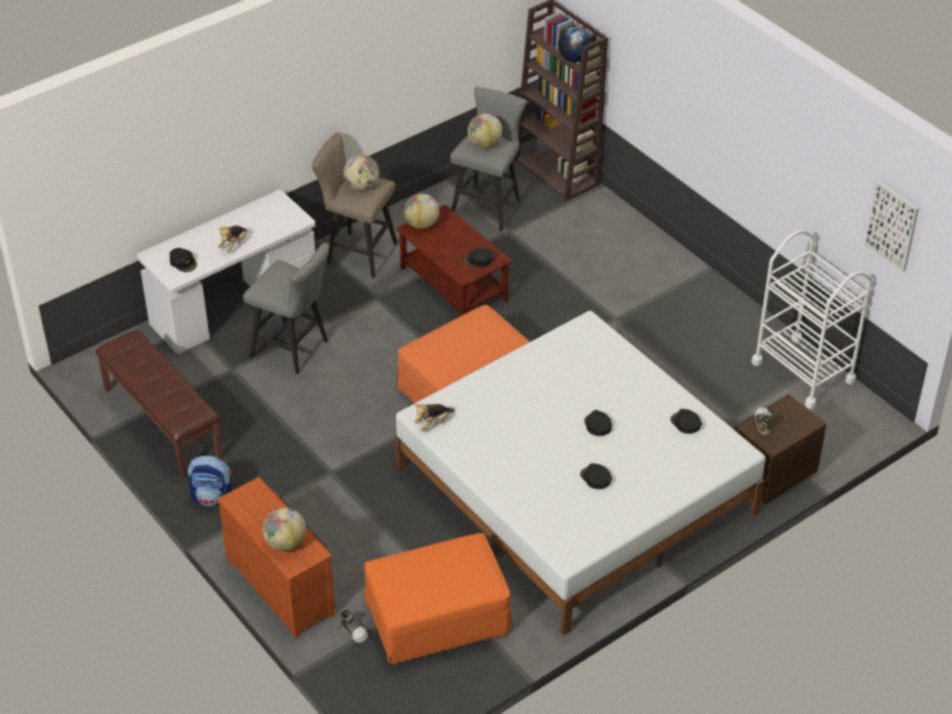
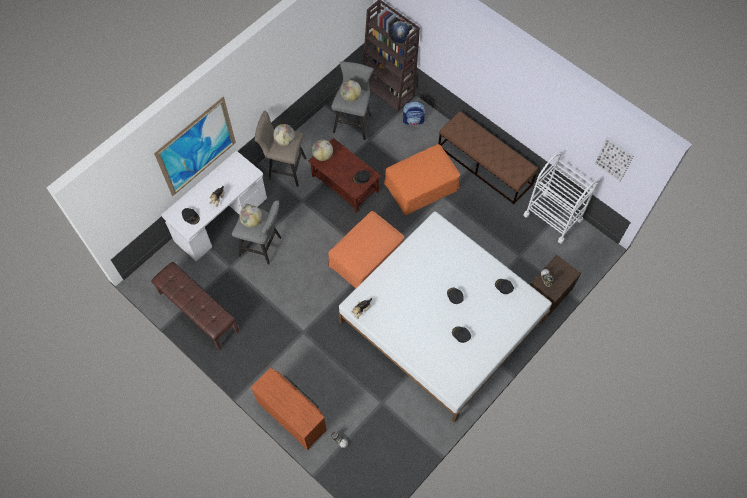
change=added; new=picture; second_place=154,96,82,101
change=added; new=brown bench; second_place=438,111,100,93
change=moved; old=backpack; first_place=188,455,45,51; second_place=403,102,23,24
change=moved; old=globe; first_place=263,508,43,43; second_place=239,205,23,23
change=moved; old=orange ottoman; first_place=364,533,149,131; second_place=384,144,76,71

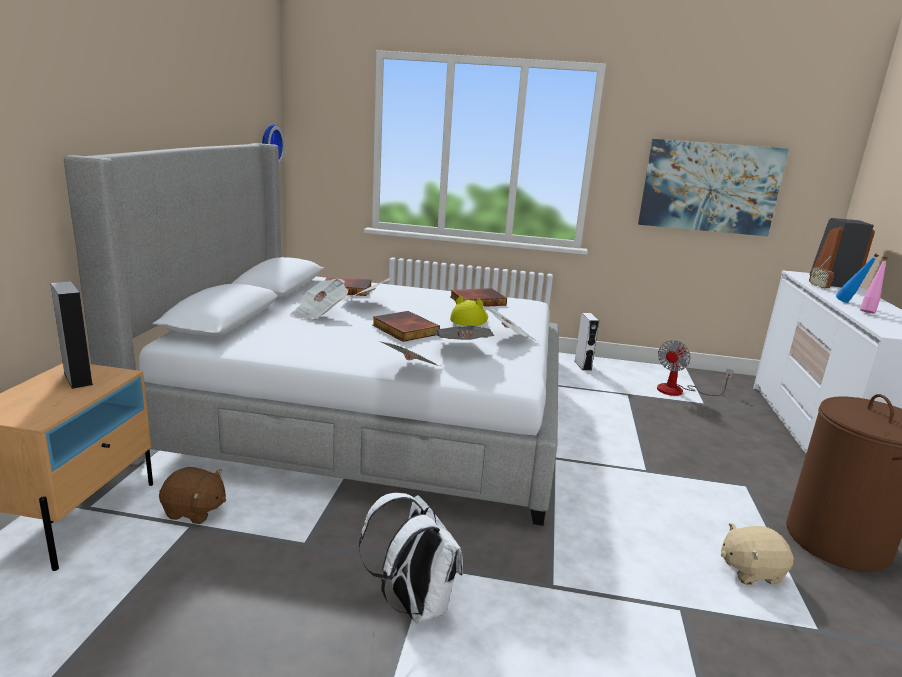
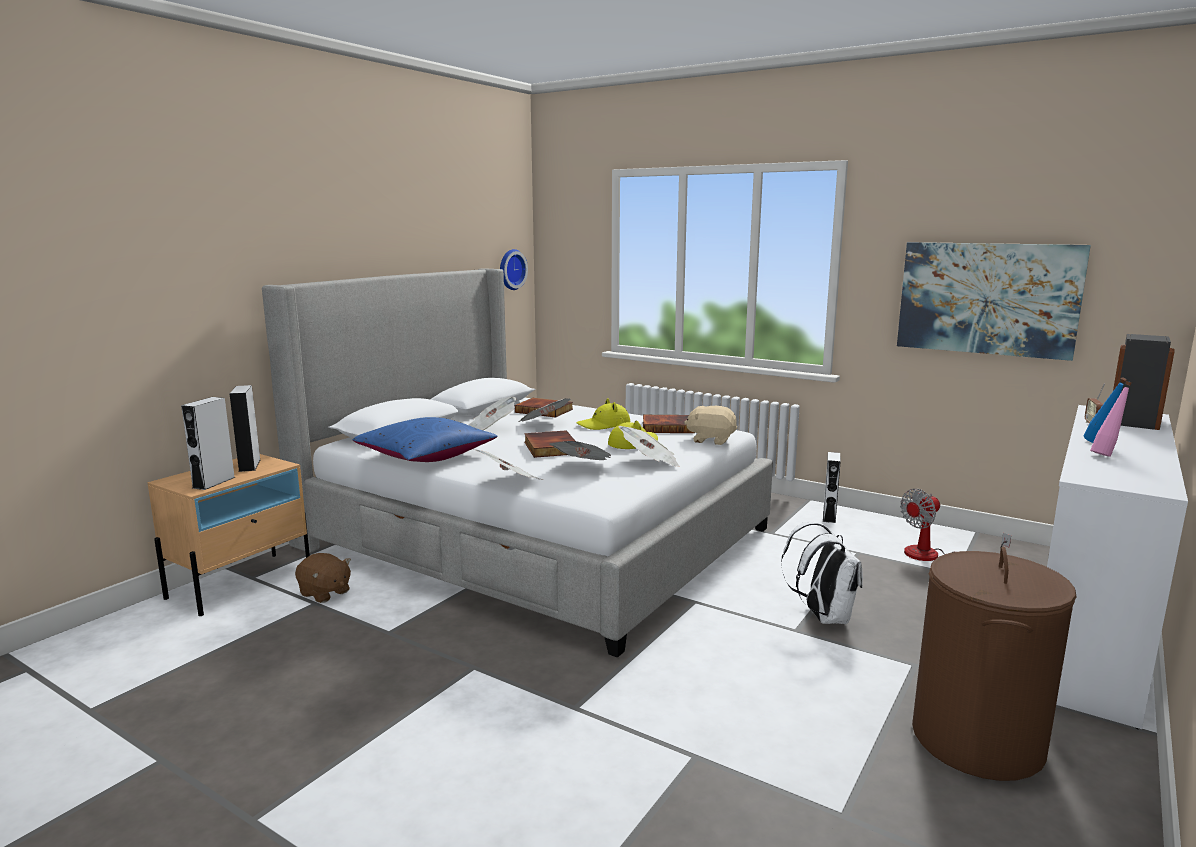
change=added; new=grey speaker; second_place=181,397,54,93
change=added; new=blue pillow; second_place=352,417,146,45
change=added; new=yellow hat; second_place=576,398,54,32
change=moved; old=white backpack; first_place=359,493,104,130; second_place=781,522,82,102
change=moved; old=beige plush toy; first_place=721,523,73,62; second_place=684,406,53,39

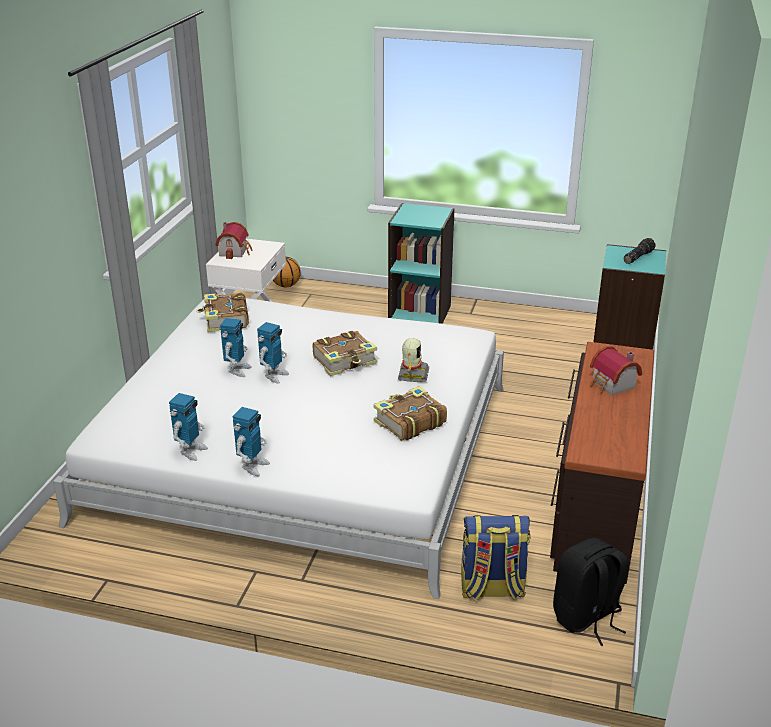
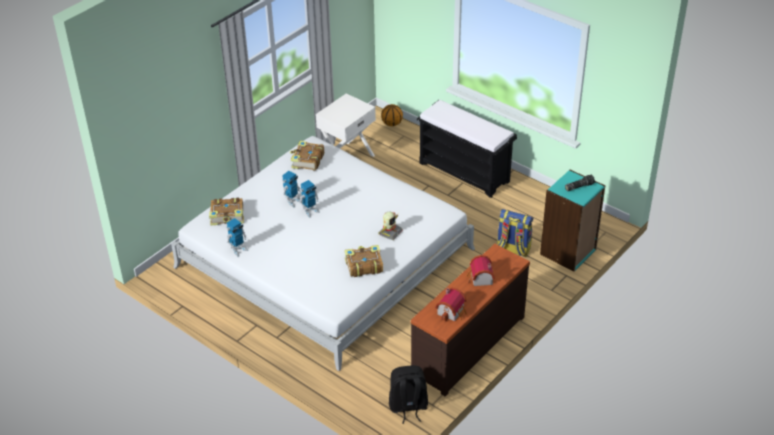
change=removed; old=toy robot; first_place=233,407,37,69
change=moved; old=toy house; first_place=215,222,38,37; second_place=435,288,32,34
change=moved; old=book; first_place=313,331,64,45; second_place=209,198,35,27
change=moved; old=backpack; first_place=461,515,69,85; second_place=497,209,36,48
change=replaced; old=turquoise bookcase; new=black bench; first_place=388,203,66,121; second_place=417,100,100,98

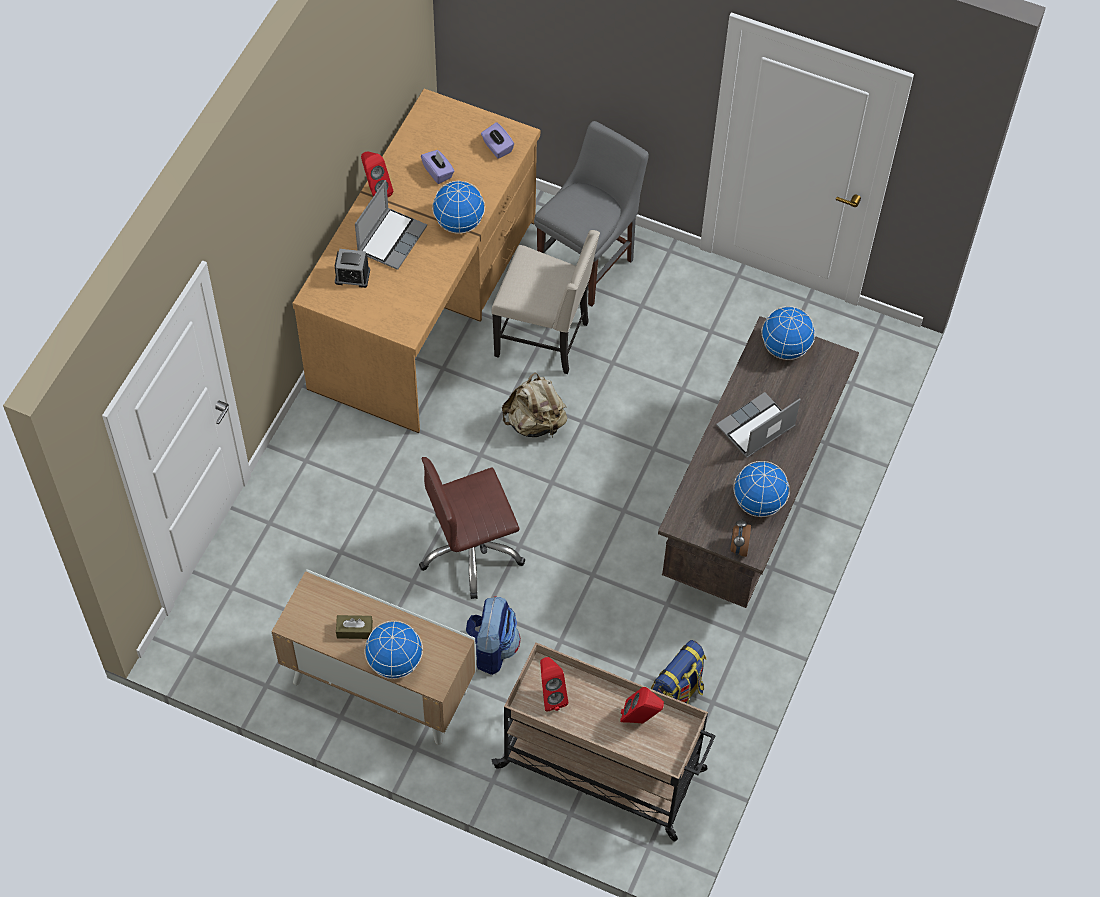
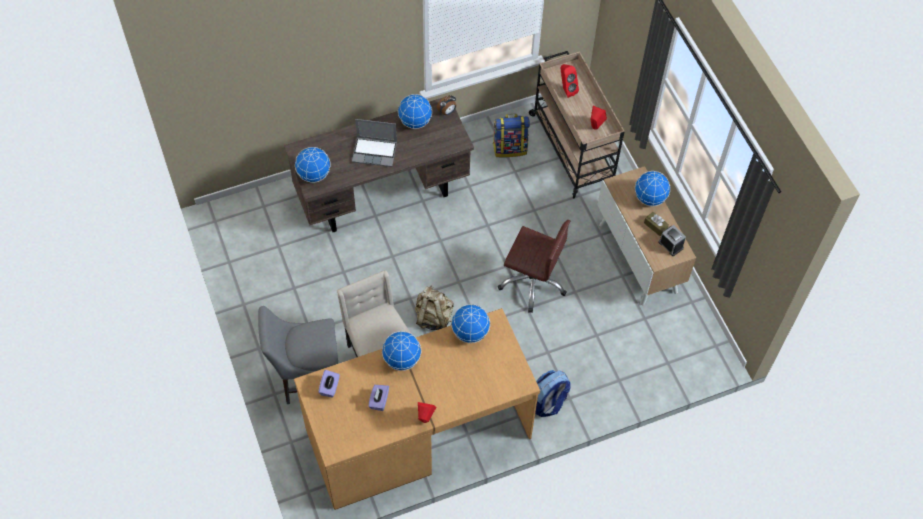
change=removed; old=laptop; first_place=355,180,72,90
change=added; new=globe; second_place=451,304,39,39
change=moved; old=alarm clock; first_place=335,249,35,39; second_place=658,225,28,31
change=moved; old=backpack; first_place=466,596,55,79; second_place=535,370,36,47

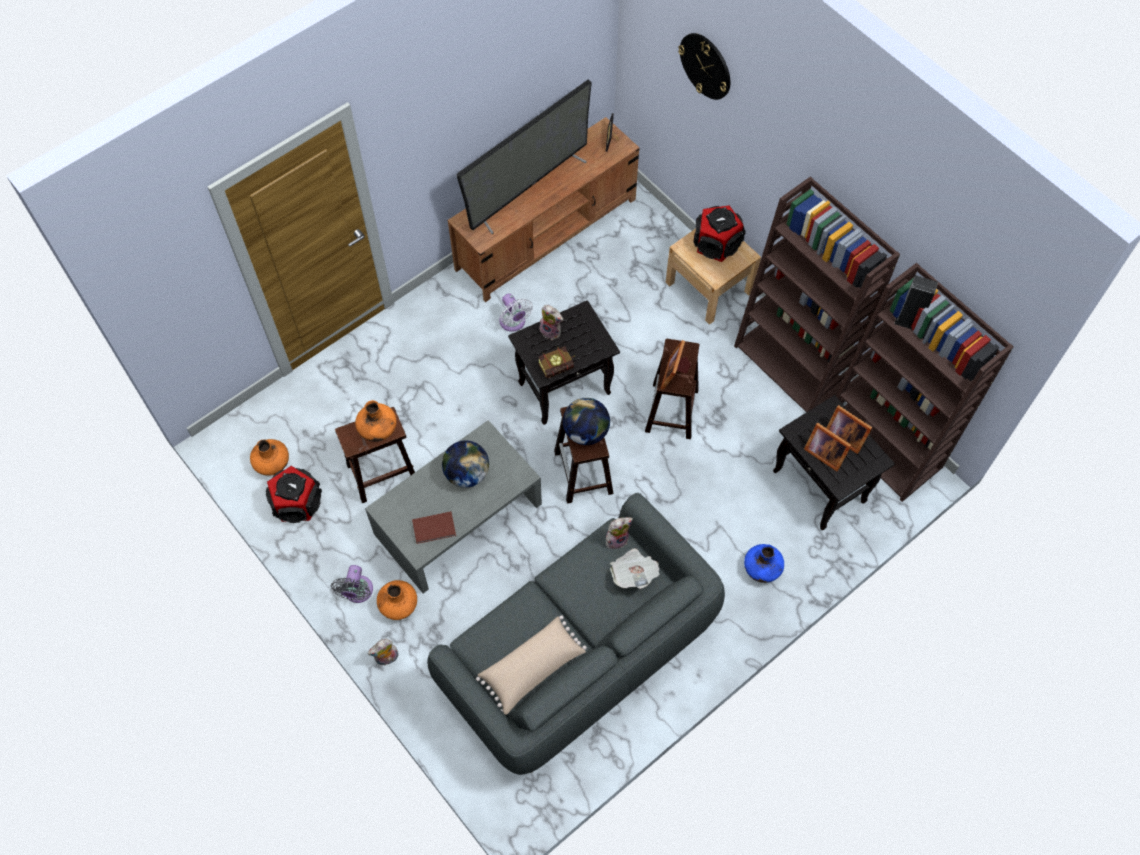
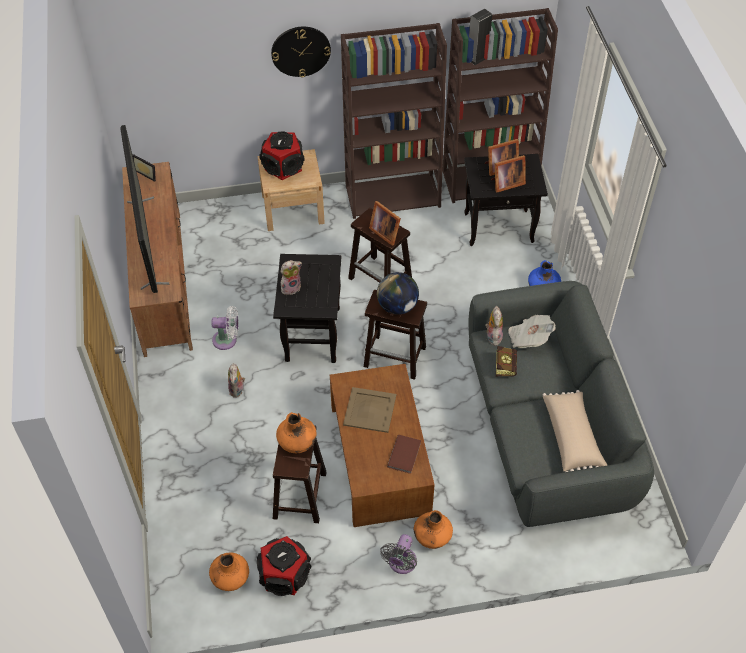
change=moved; old=plush toy; first_place=368,639,30,27; second_place=228,363,17,35
change=moved; old=book; first_place=538,346,37,32; second_place=496,346,21,31
change=moved; old=wall clock; first_place=678,33,52,67; second_place=271,27,60,51
change=replaced; old=globe; new=beige tray; first_place=442,440,47,48; second_place=343,387,53,46
change=recoloured; old=grey coffee table; new=brown coffee table; first_place=365,420,177,173; second_place=330,364,105,163
change=turned; old=grey fan; first_place=331,565,42,38; second_place=380,534,37,40; degrees=75

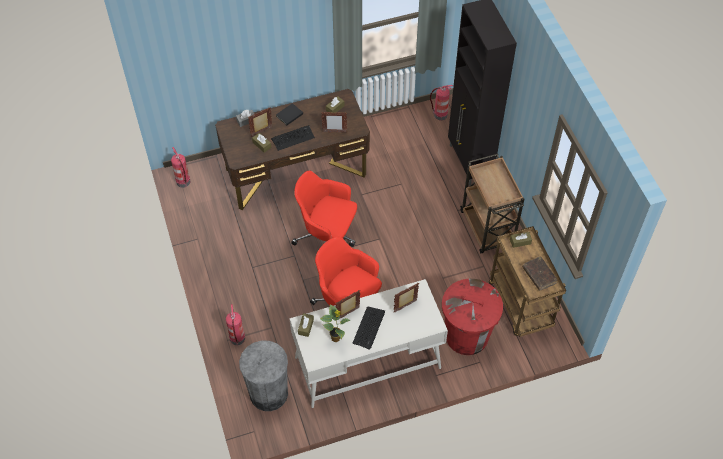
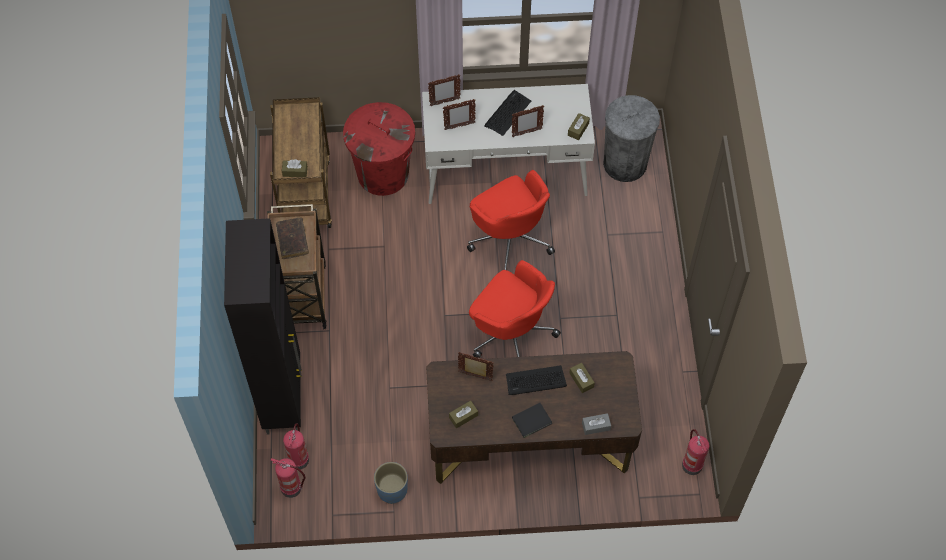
change=removed; old=potted plant; first_place=320,304,31,38
change=added; new=blue planter; second_place=374,462,34,42
change=moved; old=fire extinguisher; first_place=226,304,19,41; second_place=283,424,26,45
change=moved; old=picture frame; first_place=248,107,24,30; second_place=428,74,33,32
change=moved; old=brown book; first_place=522,256,35,35; second_place=276,218,33,41

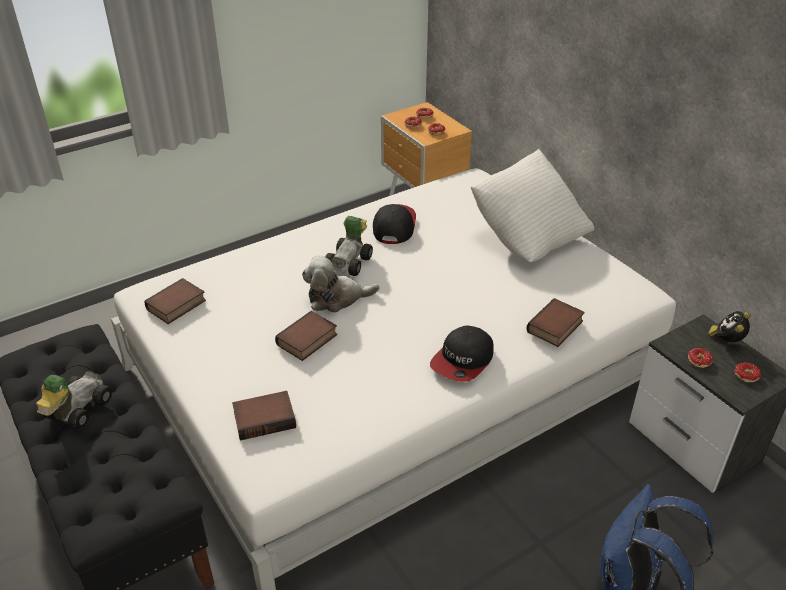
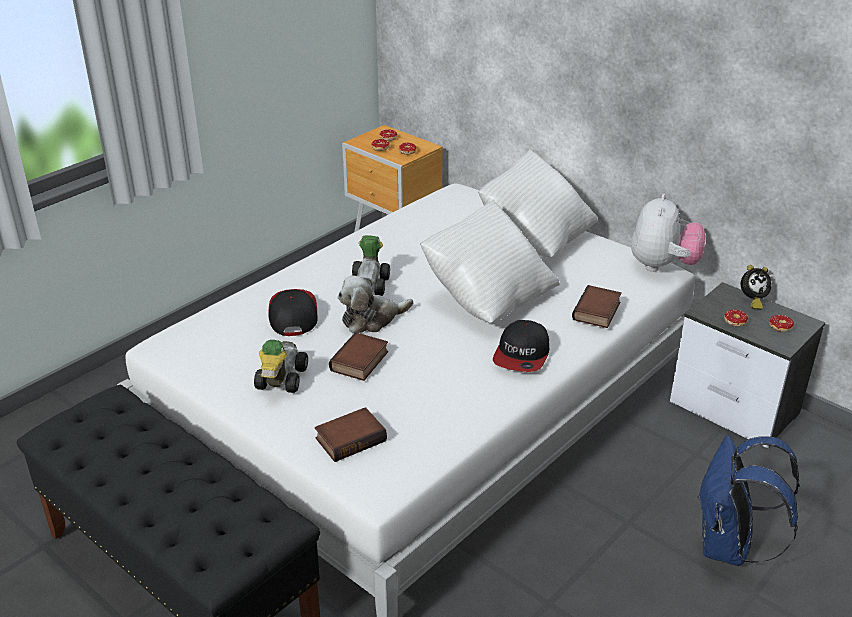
change=removed; old=book; first_place=145,278,61,46
change=added; new=white pillow; second_place=420,200,140,123
change=added; new=plush toy; second_place=631,193,75,79
change=moved; old=toy car; first_place=36,371,76,59; second_place=254,340,54,53
change=moved; old=cap; first_place=373,204,43,40; second_place=268,289,50,47
change=turned; old=alarm clock; first_place=708,311,42,31; second_place=741,265,31,45; degrees=-120

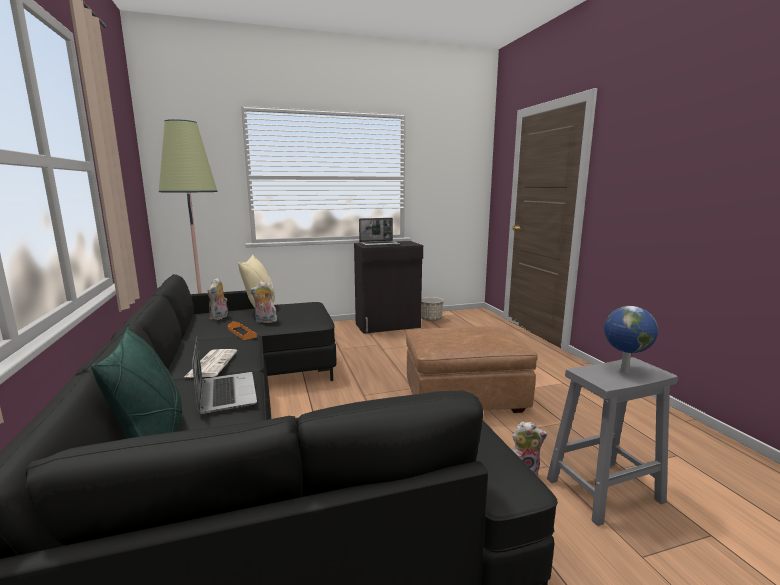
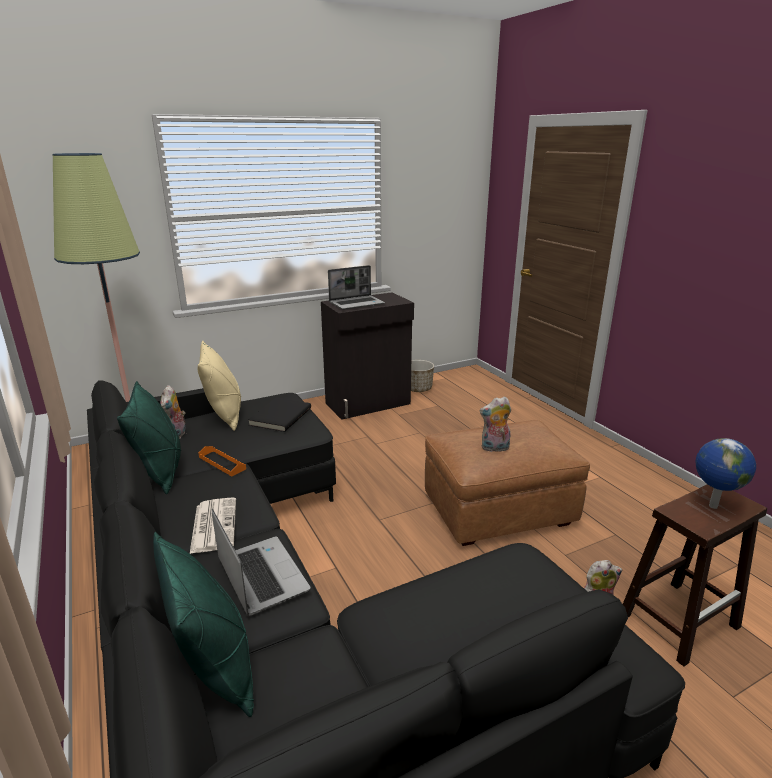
change=added; new=green pillow; second_place=117,381,64,113
change=added; new=black book; second_place=248,398,63,34
change=moved; old=plush toy; first_place=250,281,27,42; second_place=480,396,31,56
change=recoloured; old=grey stool; new=brown stool; first_place=547,357,131,169; second_place=623,484,144,183

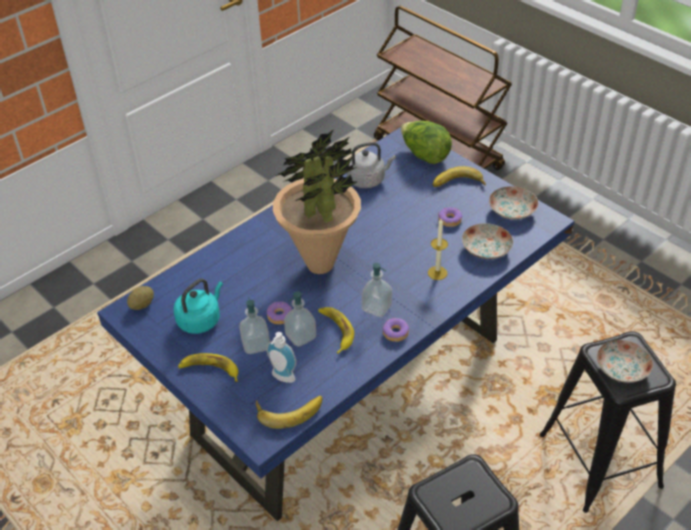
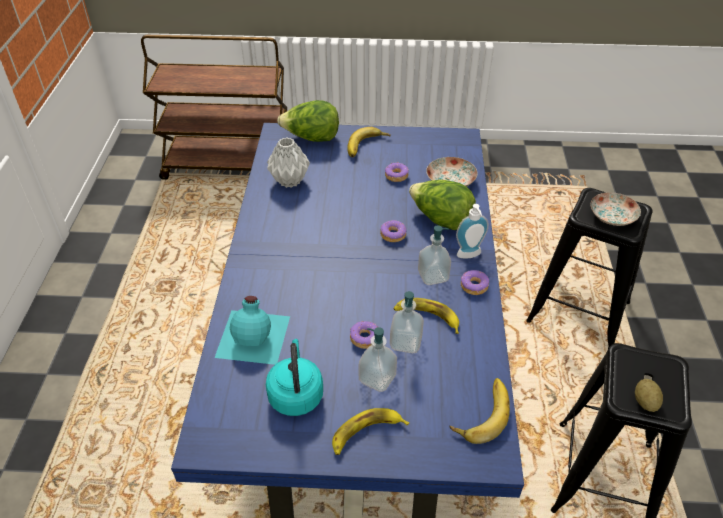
change=removed; old=potted plant; first_place=273,129,88,145
change=removed; old=plate; first_place=489,186,49,34
change=added; new=turquoise bottle; second_place=215,296,75,69
change=added; new=donut; second_place=380,220,26,22
change=moved; old=potato; first_place=127,286,27,24; second_place=635,379,28,33
change=moved; old=soap dispenser; first_place=266,332,30,51; second_place=456,204,33,55
change=replaced; old=grey kettle; new=grey vase; first_place=347,142,49,46; second_place=267,138,43,50
change=replaced; old=candle; new=lettuce; first_place=428,219,20,61; second_place=409,180,67,50

